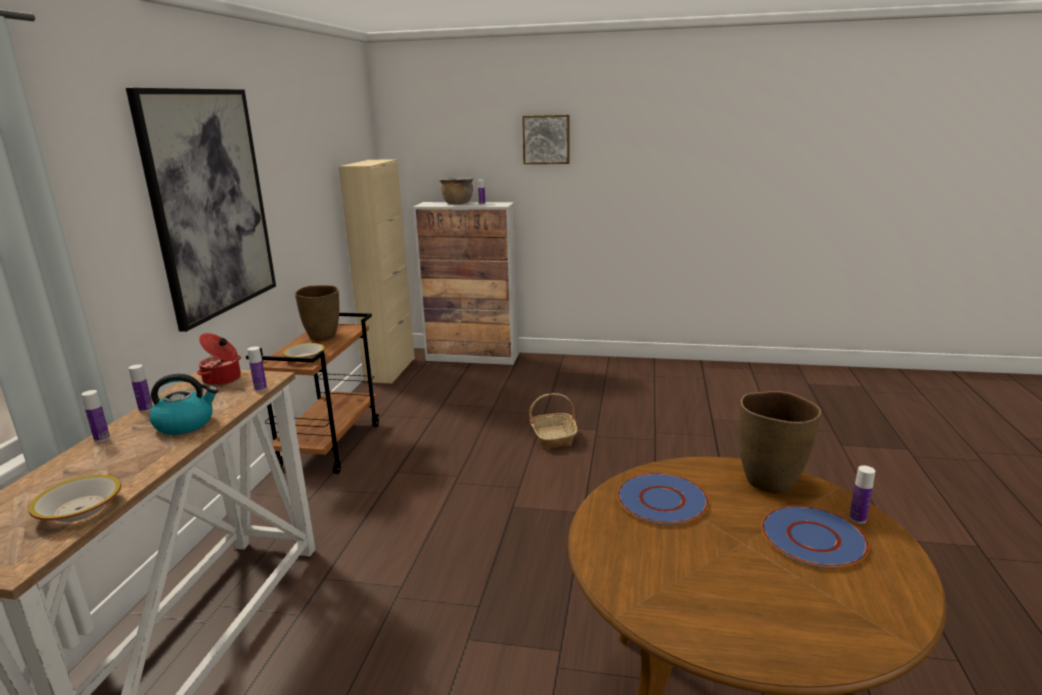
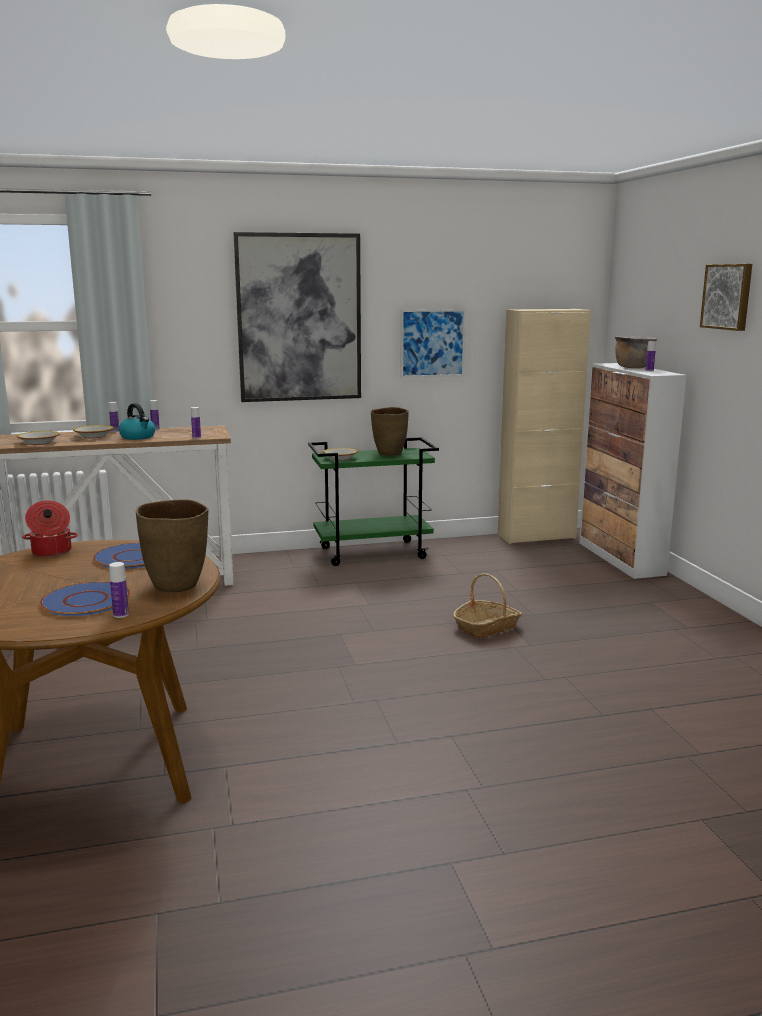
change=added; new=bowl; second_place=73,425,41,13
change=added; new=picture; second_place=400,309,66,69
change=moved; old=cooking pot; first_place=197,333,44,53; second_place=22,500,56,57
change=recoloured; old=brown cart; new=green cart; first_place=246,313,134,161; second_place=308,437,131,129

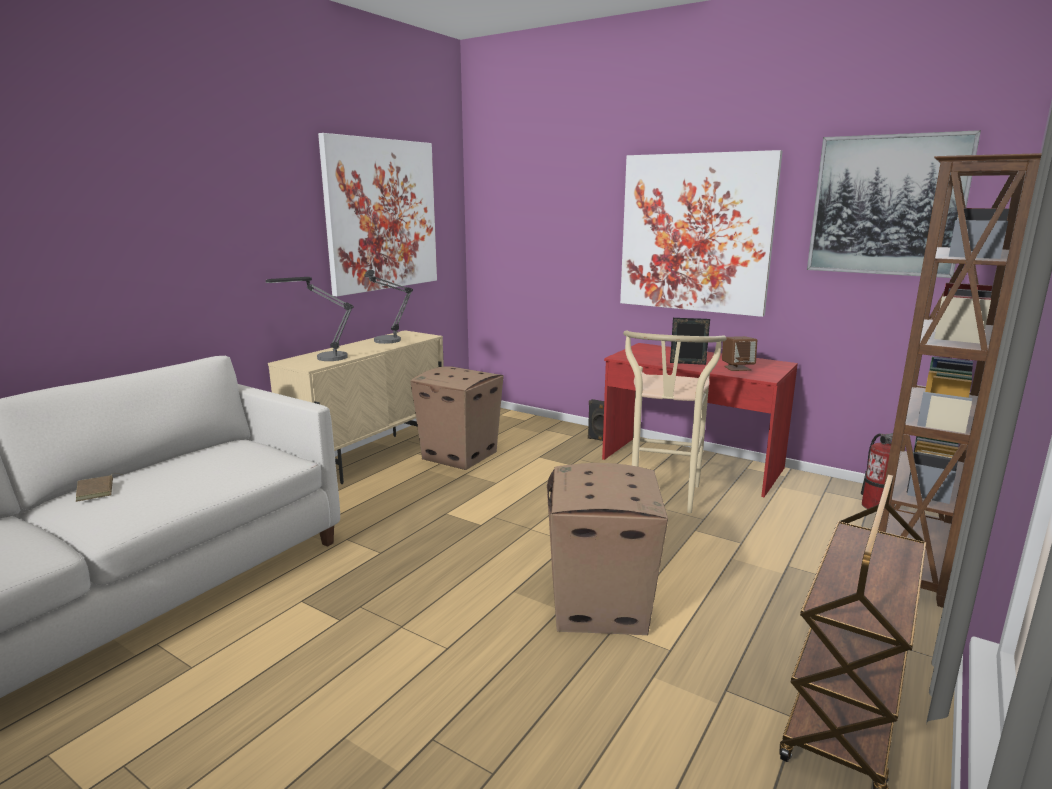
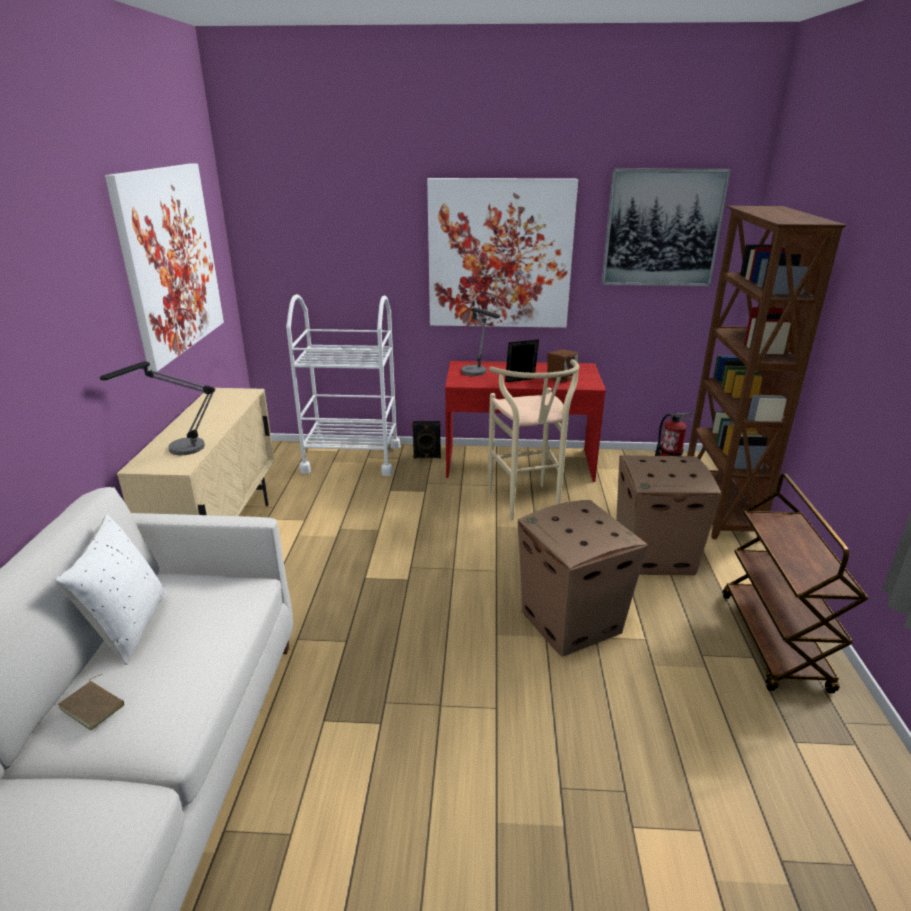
change=added; new=white pillow; second_place=55,514,110,151
change=added; new=white cart; second_place=286,294,114,182
change=moved; old=table lamp; first_place=364,270,49,74; second_place=462,308,38,68
change=moved; old=cardboard box; first_place=410,366,94,104; second_place=616,455,105,120

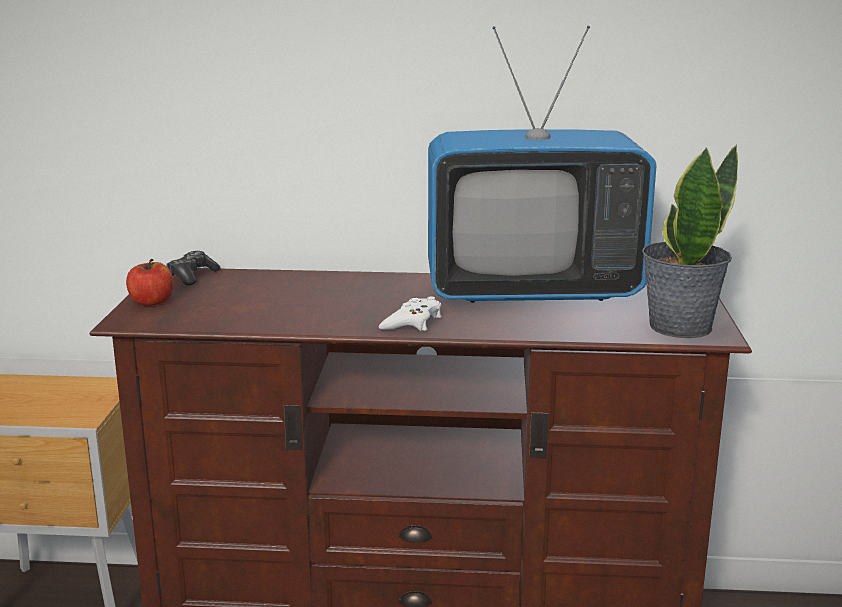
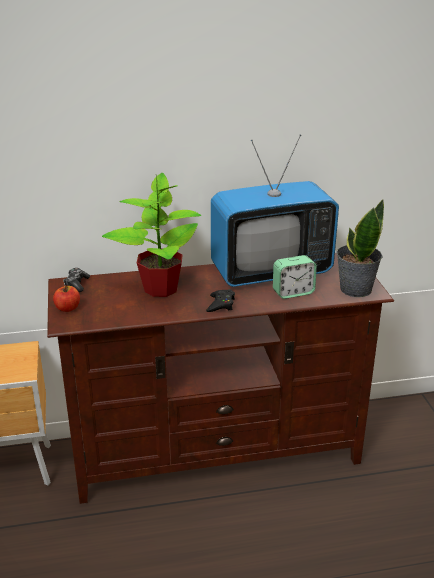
change=added; new=potted plant; second_place=102,173,99,124
change=added; new=alarm clock; second_place=273,255,44,44
change=recoloured; old=white game controller; new=black game controller; first_place=379,297,62,34; second_place=206,289,29,23

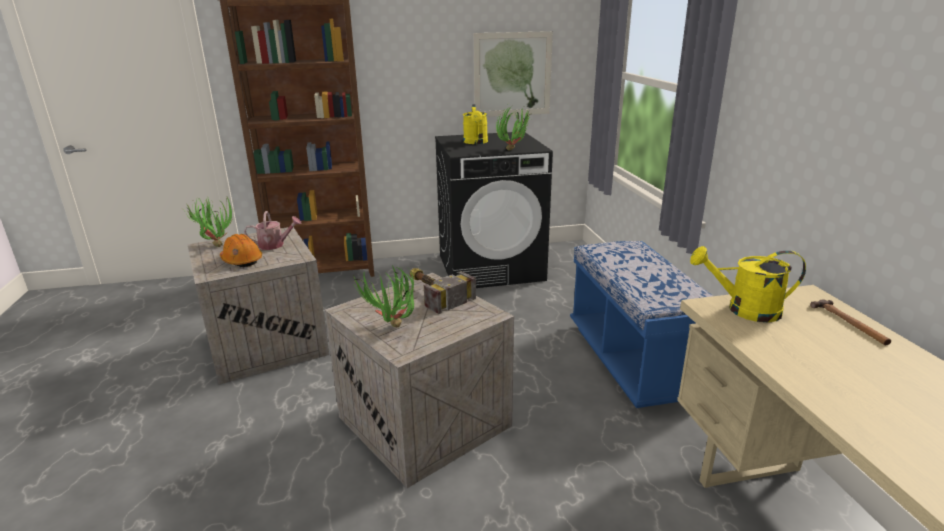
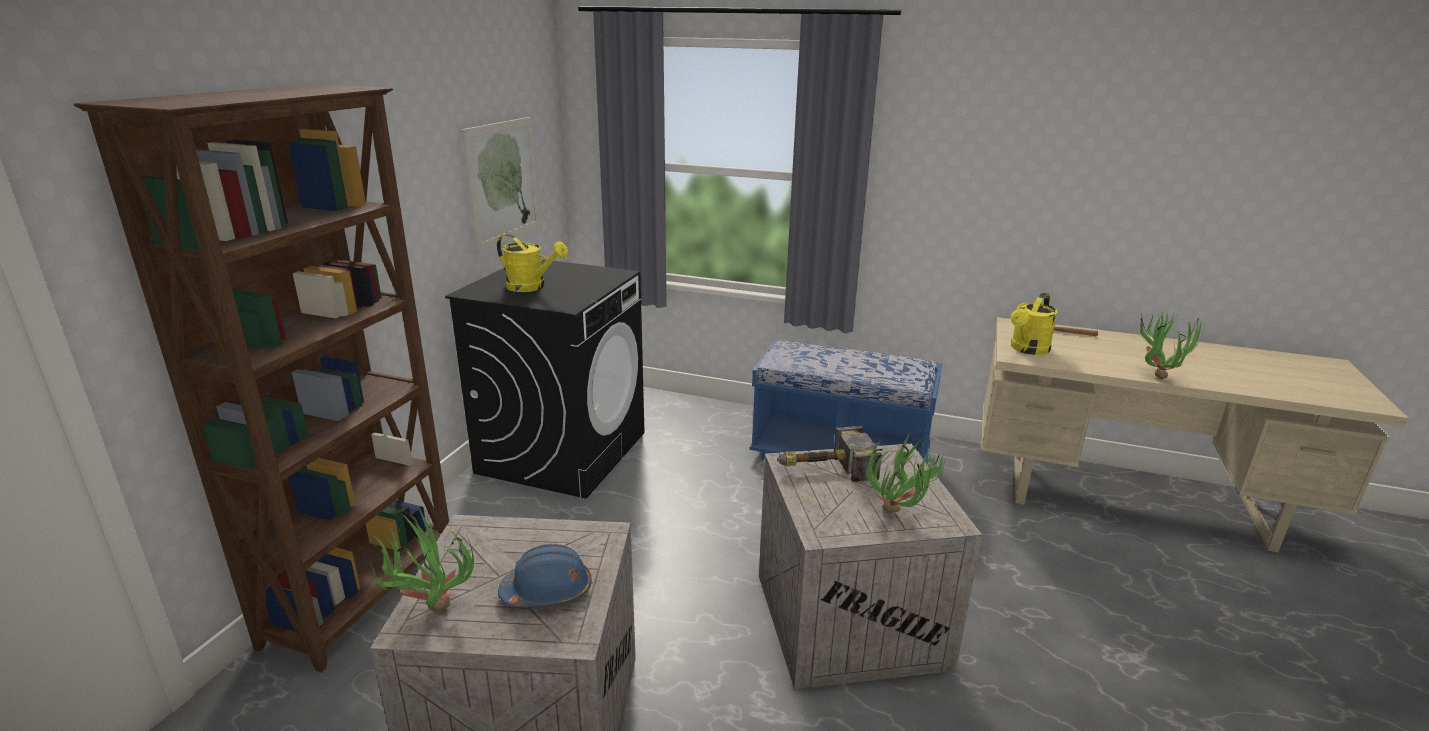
change=removed; old=watering can; first_place=244,211,58,39
change=moved; old=potted plant; first_place=496,106,36,45; second_place=1137,311,70,68
change=recoloured; old=orange hard hat; new=blue hard hat; first_place=220,234,42,33; second_place=498,544,94,63

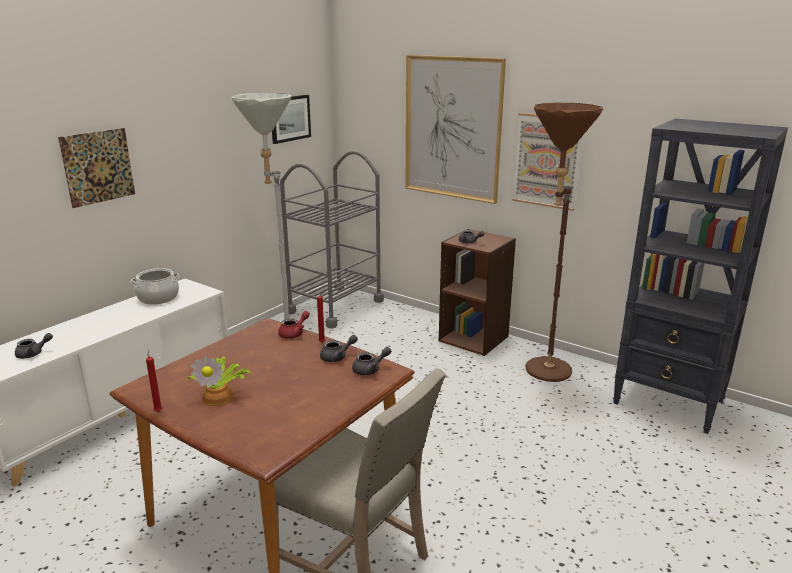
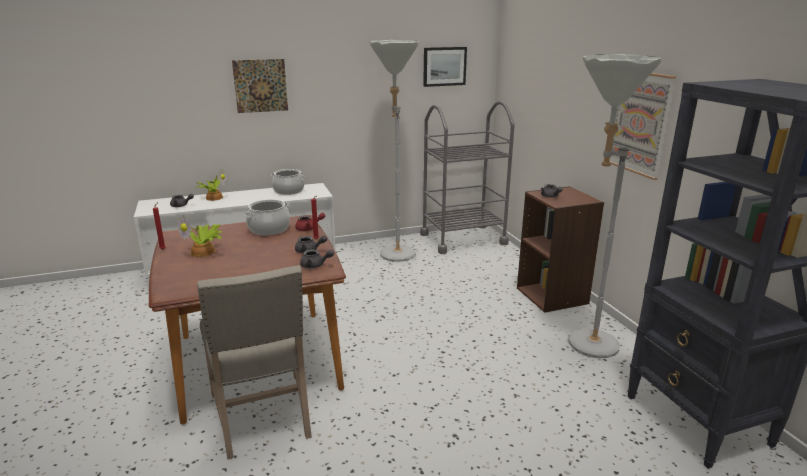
change=removed; old=picture; first_place=405,55,101,149
change=added; new=potted plant; second_place=196,169,31,32
change=added; new=cooking pot; second_place=244,199,46,36
change=recoloured; old=brown floor lamp; new=grey floor lamp; first_place=525,103,78,279; second_place=569,54,92,304

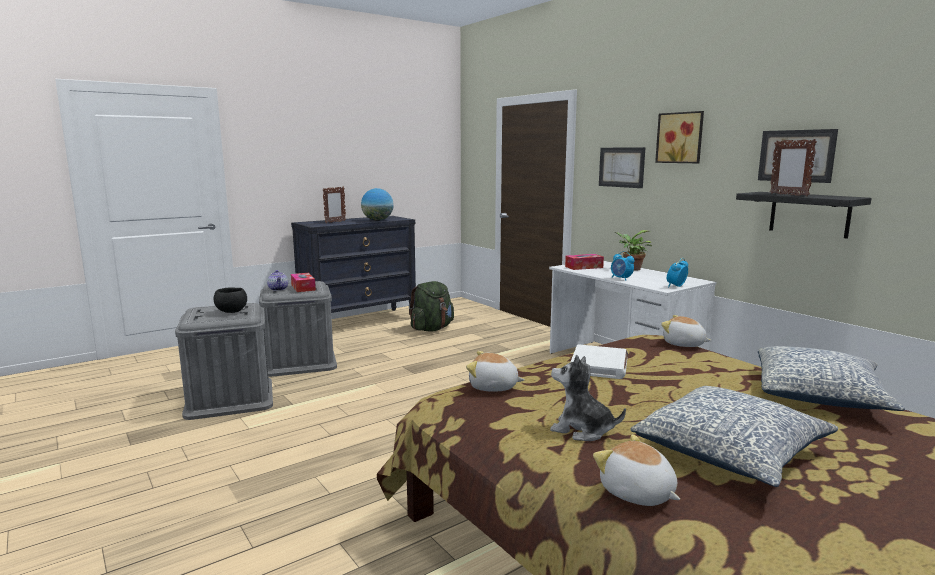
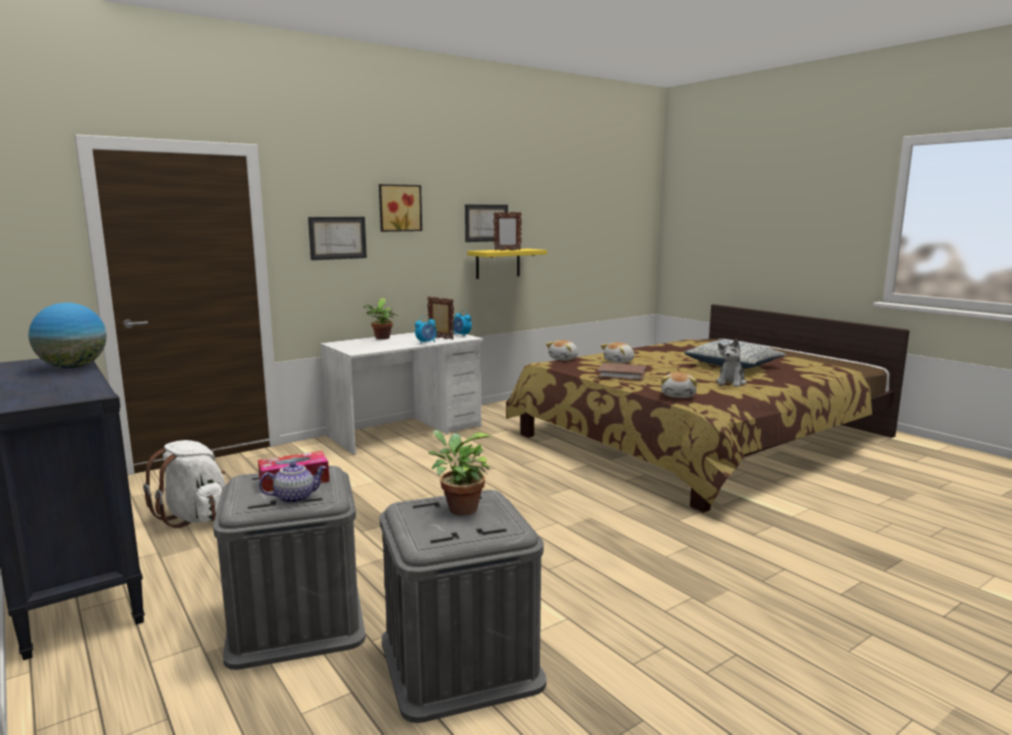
change=removed; old=tissue box; first_place=565,254,39,16
change=removed; old=pillow; first_place=758,346,147,65
change=moved; old=picture frame; first_place=323,187,23,36; second_place=427,296,27,44
change=moved; old=plush toy; first_place=593,434,87,72; second_place=601,342,34,21
change=replaced; old=black bowl; new=potted plant; first_place=213,288,34,25; second_place=428,430,64,85
change=recoloured; old=green backpack; new=white backpack; first_place=409,281,45,50; second_place=143,440,82,88
change=recoloured; old=white book; new=brown book; first_place=571,344,57,35; second_place=597,363,49,18
change=recoloured; old=black shelf; new=yellow shelf; first_place=736,192,136,47; second_place=467,249,80,30

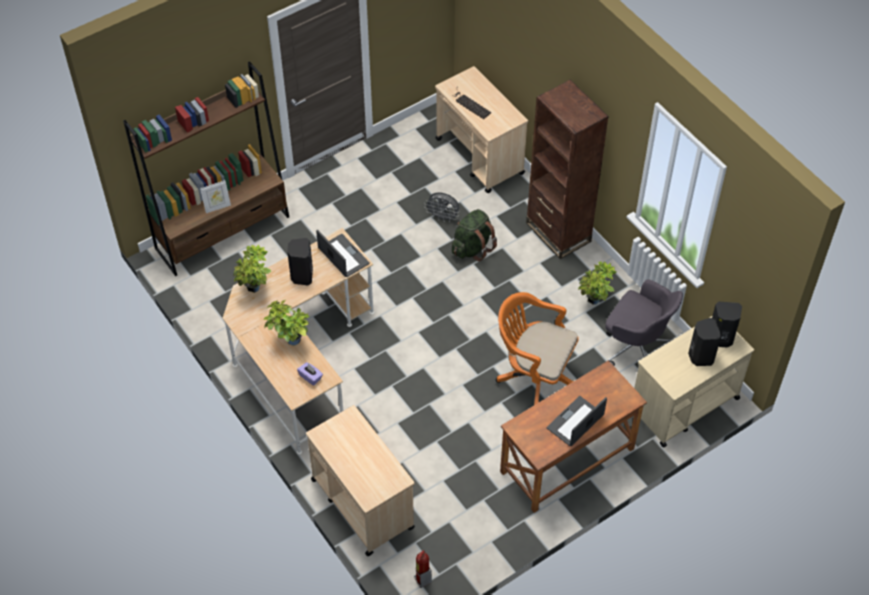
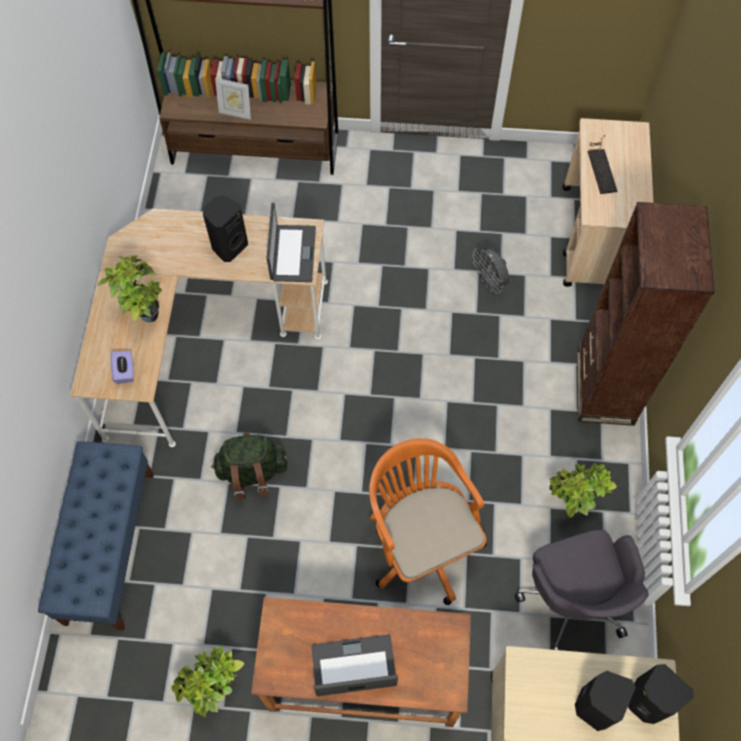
change=removed; old=fire extinguisher; first_place=414,550,18,38
change=moved; old=potted plant; first_place=233,245,39,48; second_place=171,646,74,71
change=moved; old=green backpack; first_place=452,209,45,53; second_place=211,432,76,68
change=replaced; old=beige cart; new=blue bench; first_place=306,405,109,151; second_place=38,441,116,190

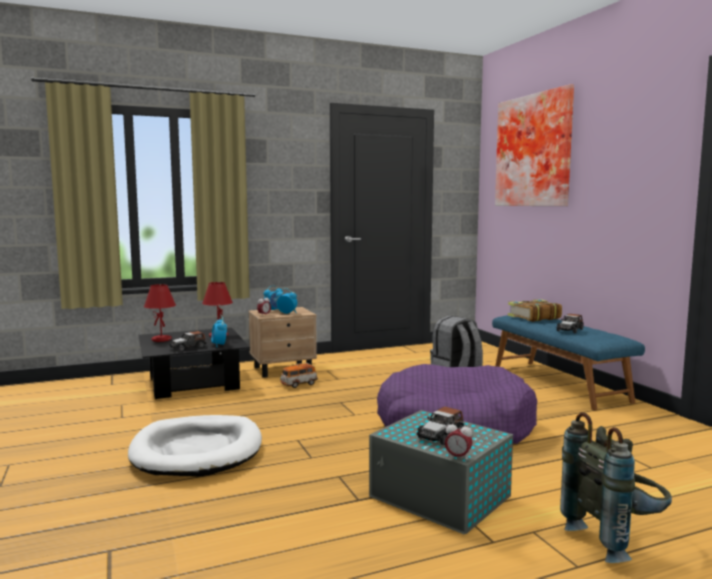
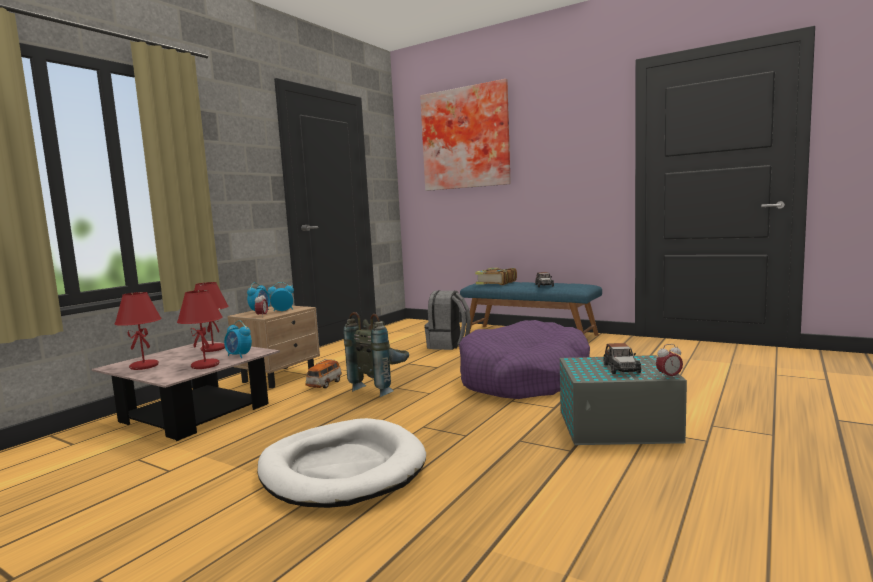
change=moved; old=grey backpack; first_place=560,412,112,151; second_place=344,312,65,85
change=replaced; old=toy car; new=red table lamp; first_place=169,331,38,20; second_place=177,290,46,79
change=recoloured; old=black coffee table; new=pink coffee table; first_place=138,328,112,71; second_place=91,340,189,101

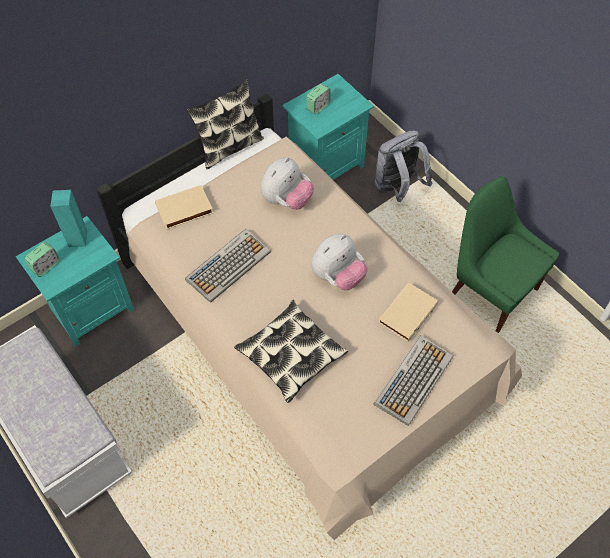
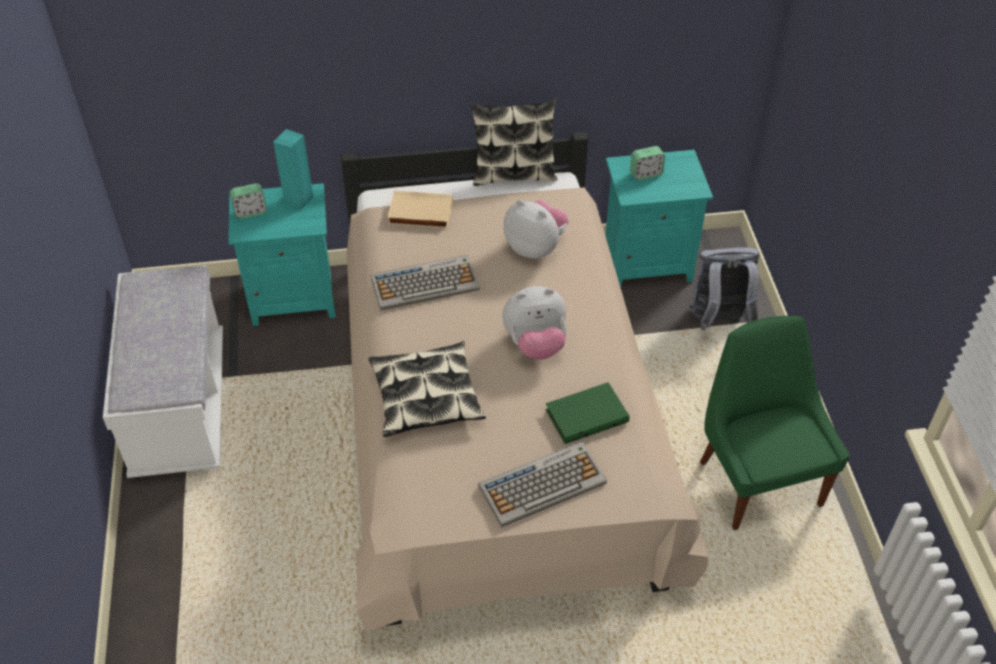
change=recoloured; old=beige book; new=green book; first_place=378,282,60,60; second_place=545,382,85,62
change=turned; old=plush toy; first_place=260,157,54,53; second_place=504,200,65,59; degrees=-120

